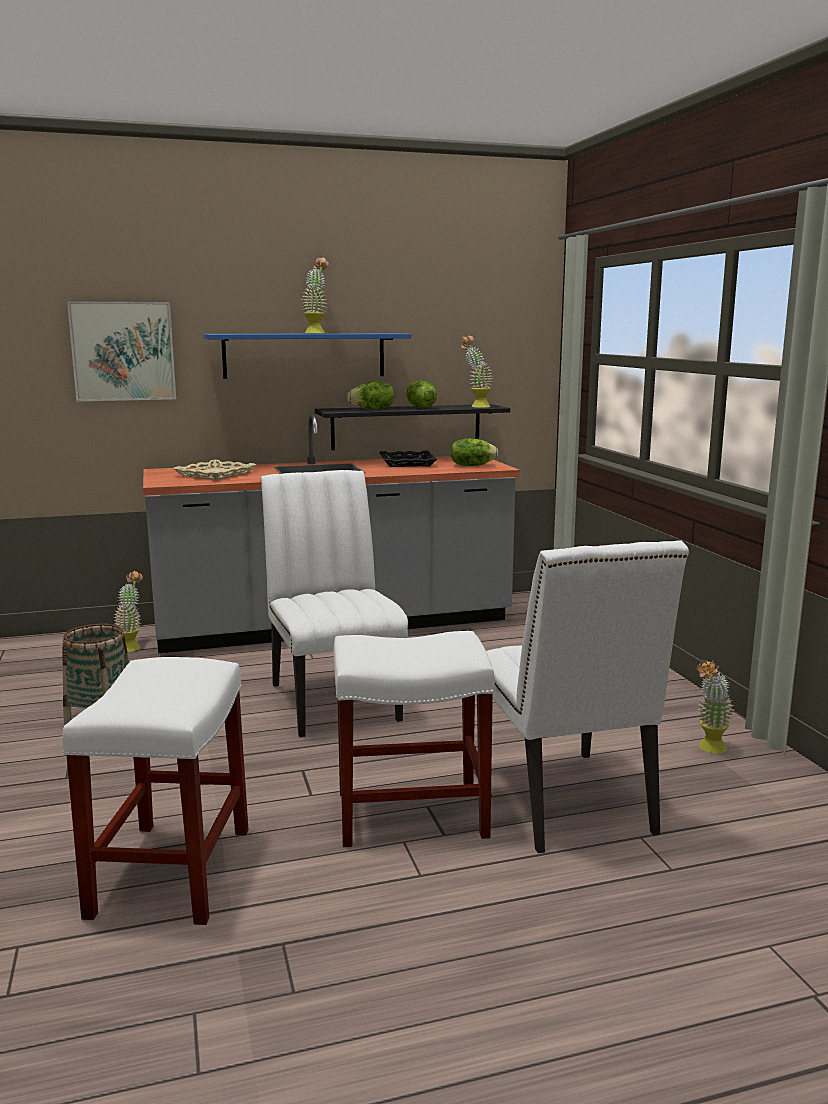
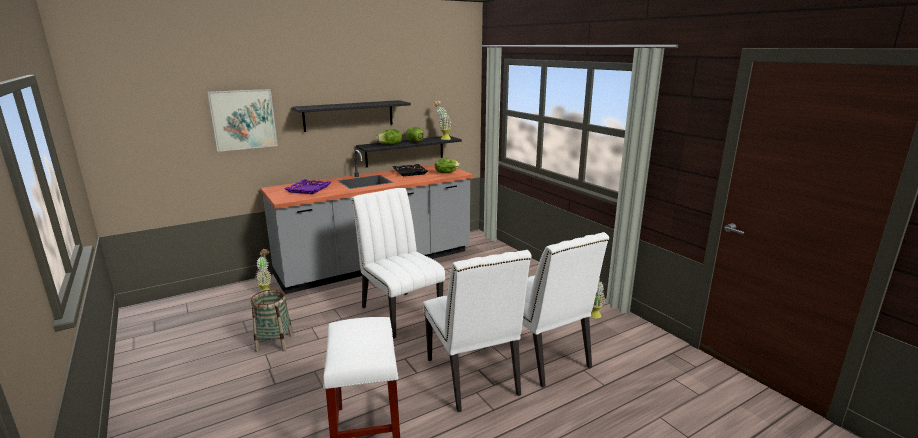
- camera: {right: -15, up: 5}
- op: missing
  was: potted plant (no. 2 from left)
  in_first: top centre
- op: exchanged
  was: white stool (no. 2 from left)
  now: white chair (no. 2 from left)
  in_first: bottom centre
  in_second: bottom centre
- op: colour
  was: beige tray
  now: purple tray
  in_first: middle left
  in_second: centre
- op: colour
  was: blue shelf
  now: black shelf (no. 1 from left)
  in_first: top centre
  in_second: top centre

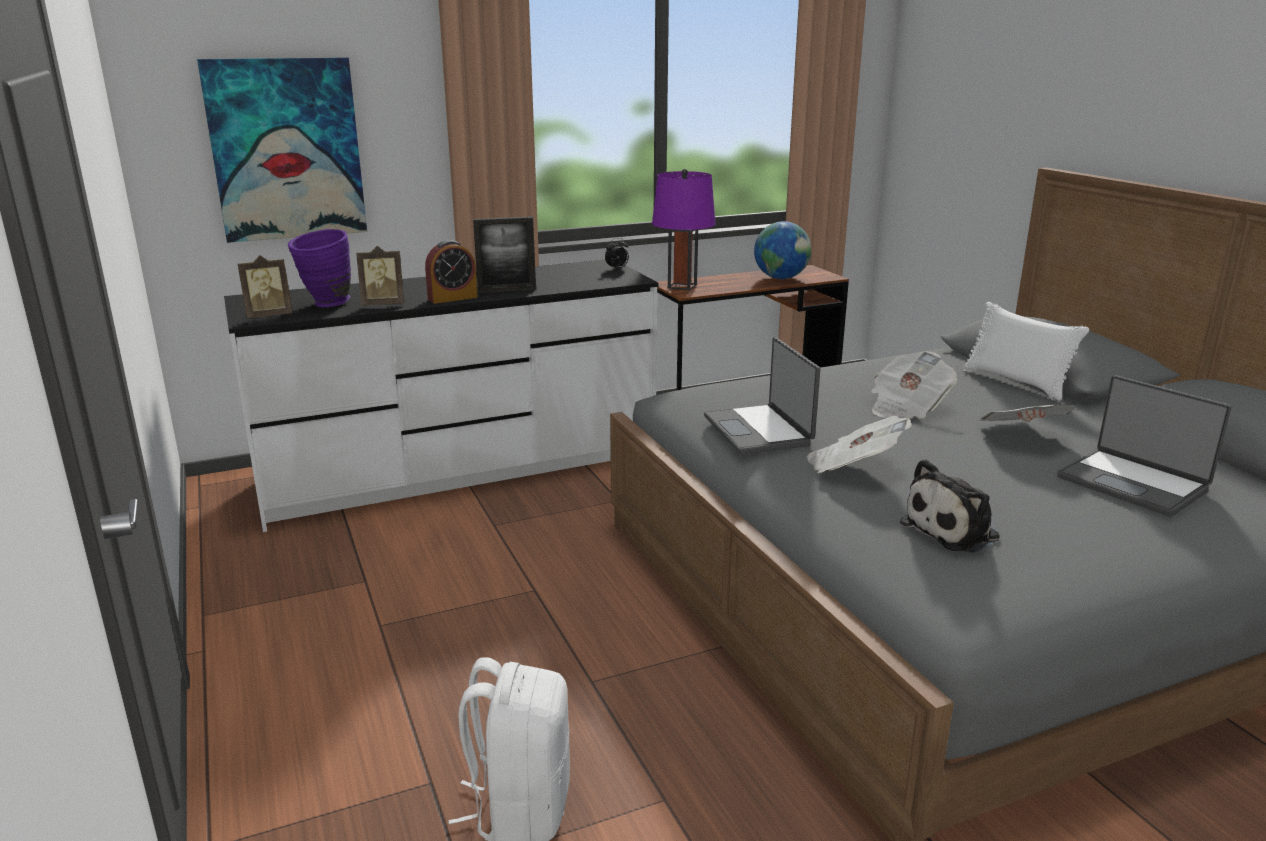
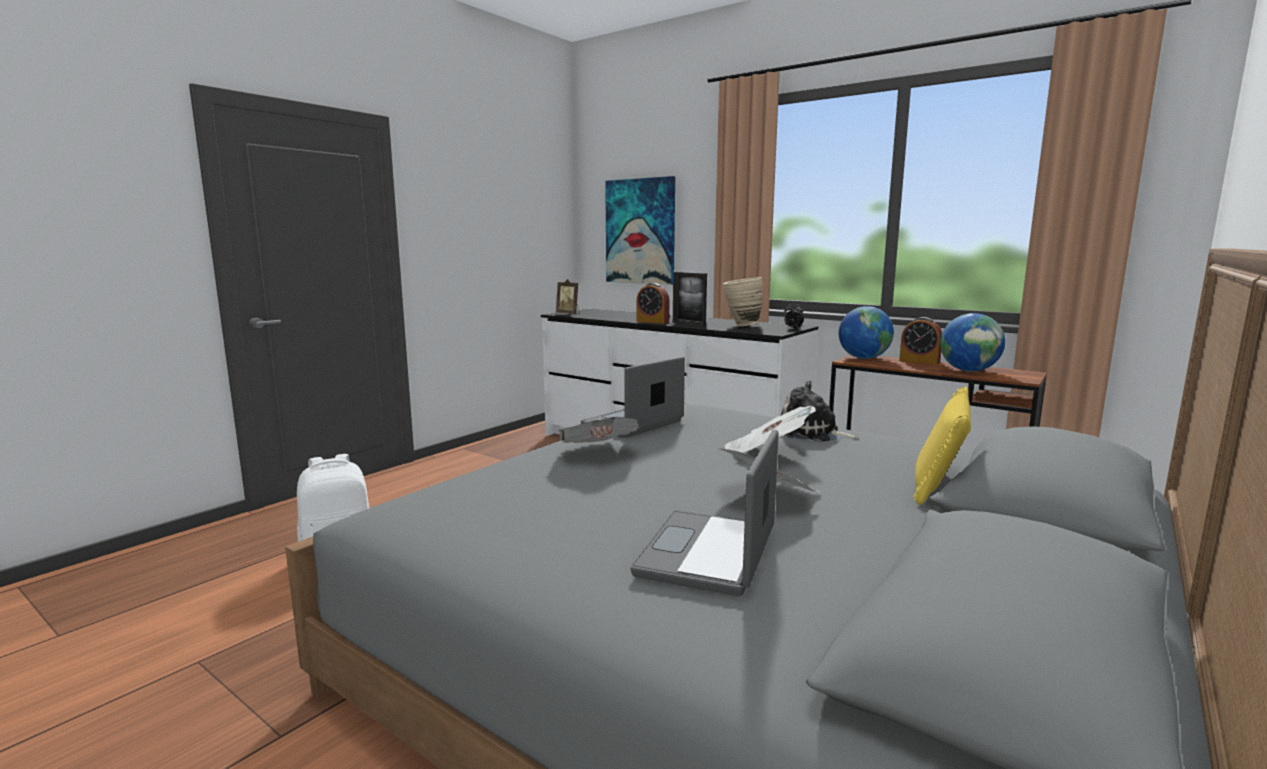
- camera: {right: 60, up: -10}
- op: missing
  was: purple vase
  in_first: top left
- op: missing
  was: picture frame (no. 2 from left)
  in_first: top left
- op: appeared
  now: beige vase
  in_second: centre
- op: appeared
  now: alarm clock (no. 3 from left)
  in_second: middle right
- op: relocated
  was: plush toy
  in_first: middle right
  in_second: centre
- op: exchanged
  was: purple table lamp
  now: globe (no. 1 from left)
  in_first: top centre
  in_second: middle right
- op: colour
  was: white pillow
  now: yellow pillow
  in_first: middle right
  in_second: middle right

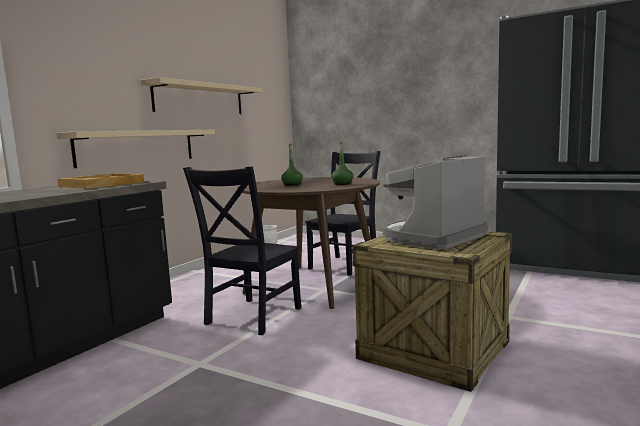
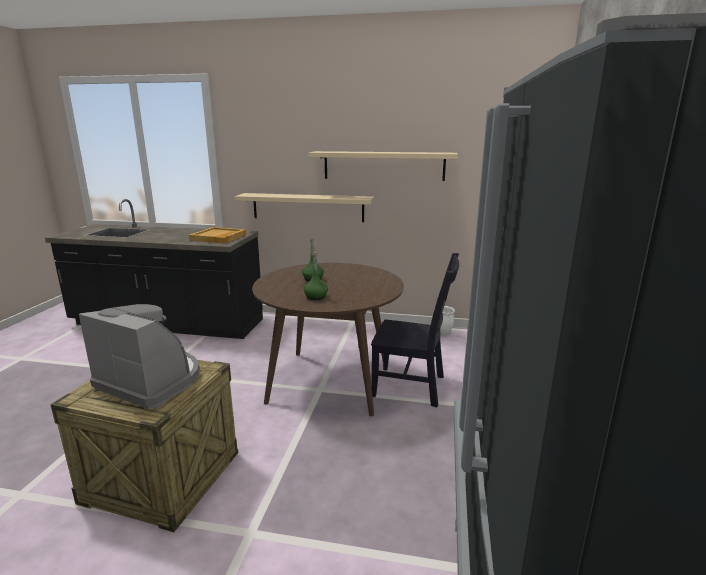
- camera: {right: 70, up: 10}
- op: missing
  was: black chair (no. 1 from left)
  in_first: centre

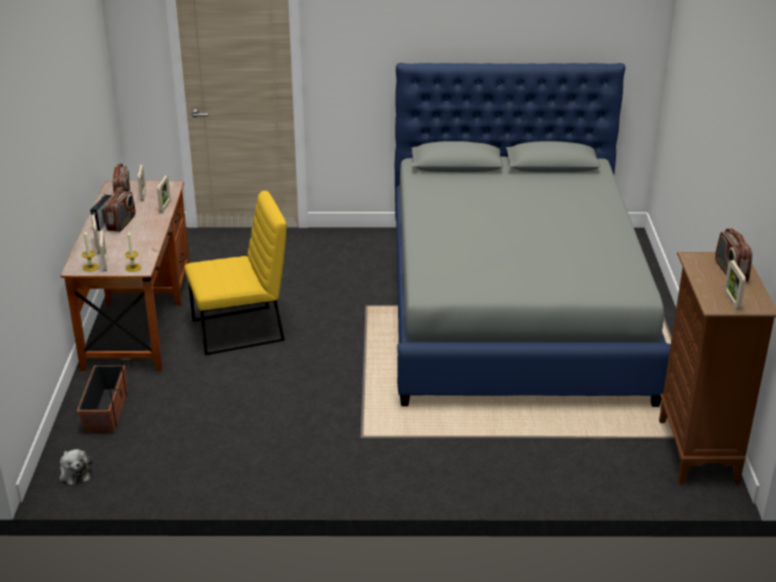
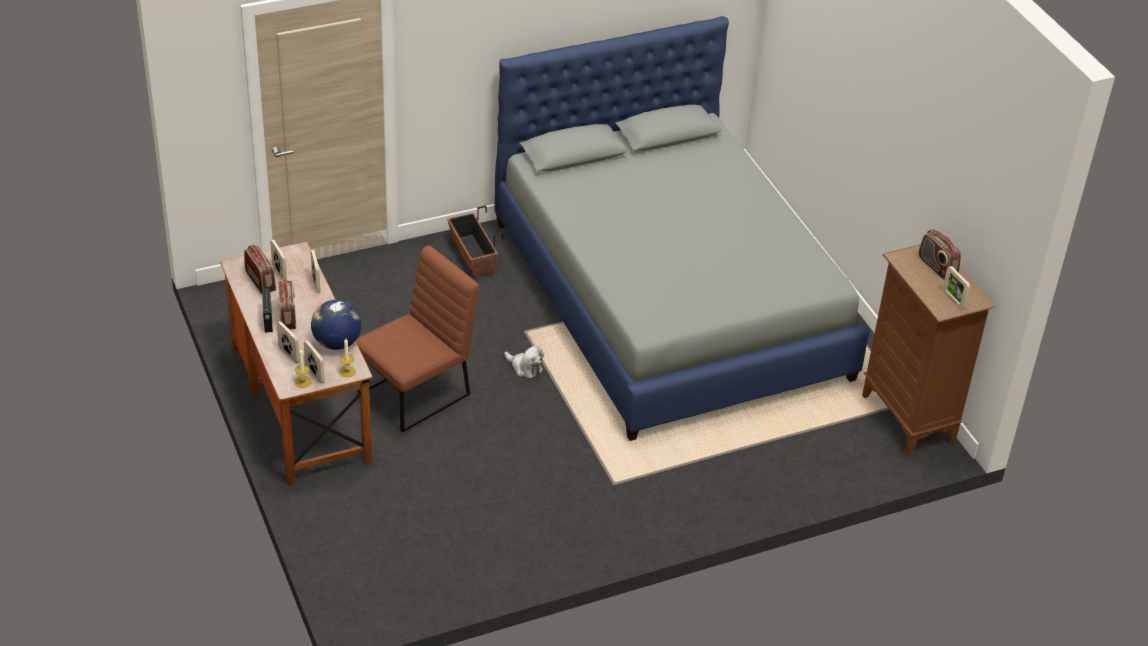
- camera: {right: -25, up: 10}
- op: appeared
  now: globe
  in_second: middle left
- op: relocated
  was: plush toy
  in_first: bottom left
  in_second: centre
- op: relocated
  was: planter
  in_first: bottom left
  in_second: centre
- op: colour
  was: yellow chair
  now: brown chair
  in_first: middle left
  in_second: centre

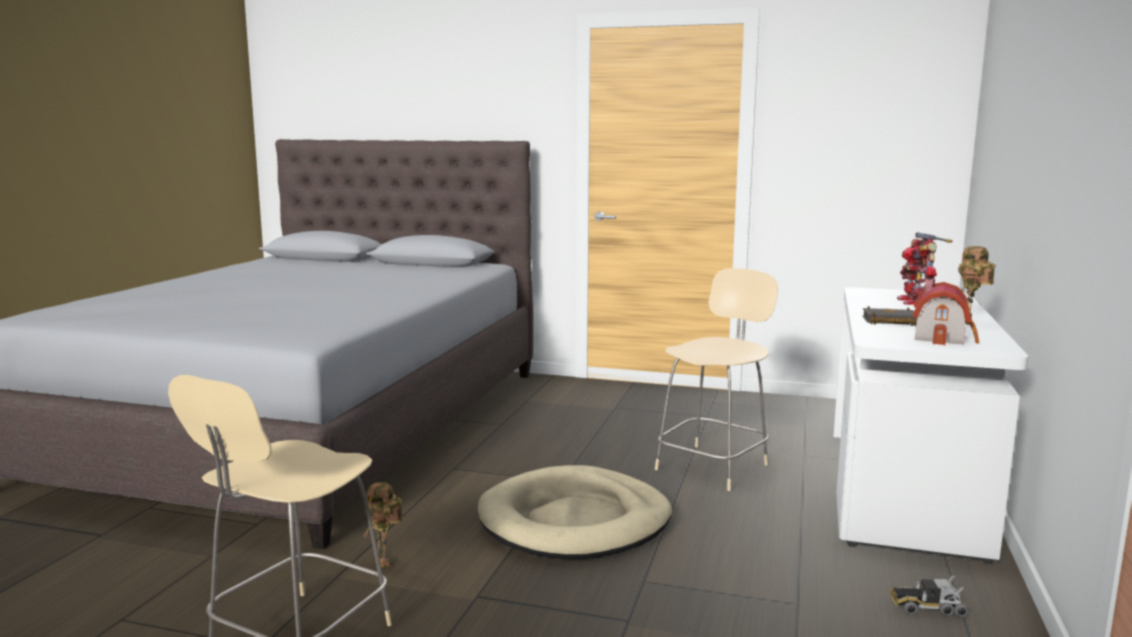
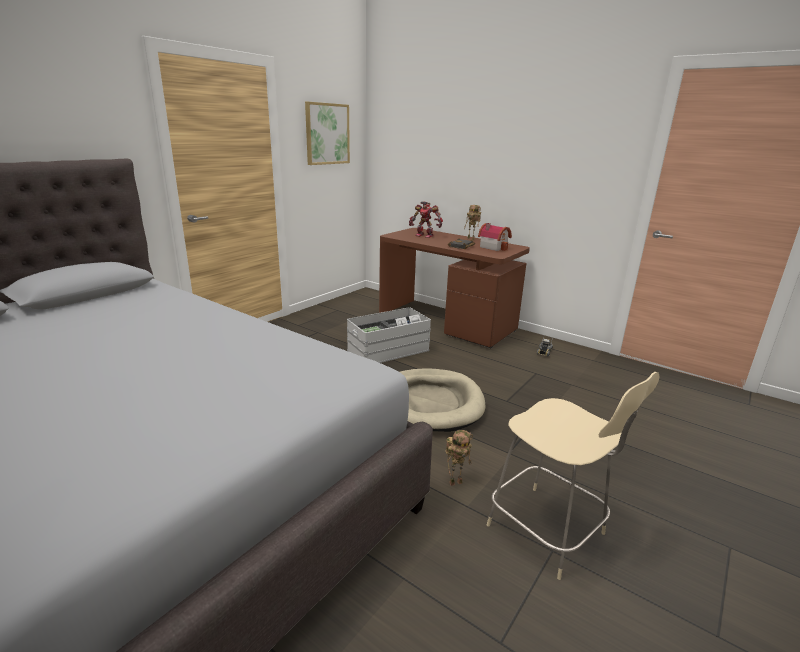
- camera: {right: -70, up: 10}
- op: appeared
  now: picture
  in_second: top centre
- op: exchanged
  was: beige chair (no. 2 from left)
  now: grey storage box
  in_first: centre
  in_second: centre
- op: colour
  was: white desk
  now: brown desk
  in_first: bottom right
  in_second: centre

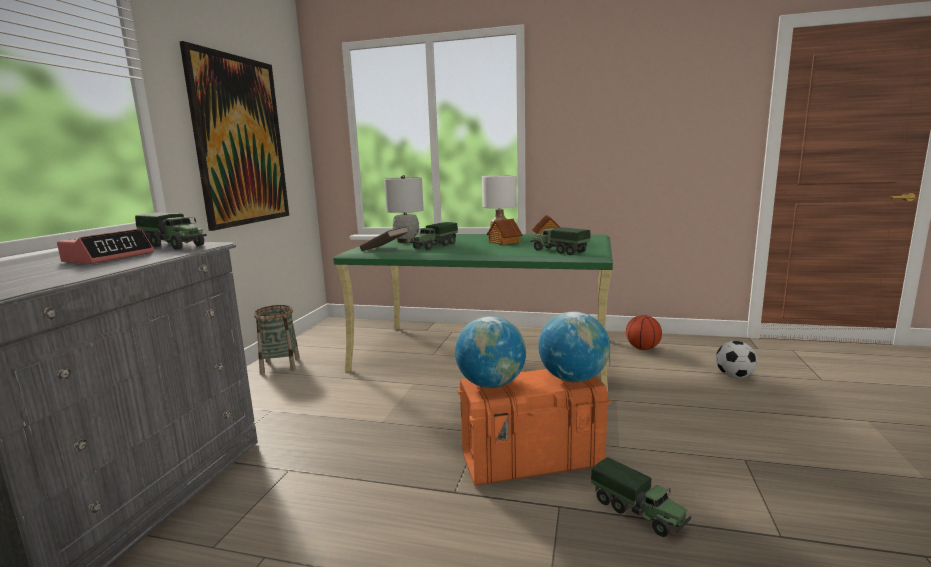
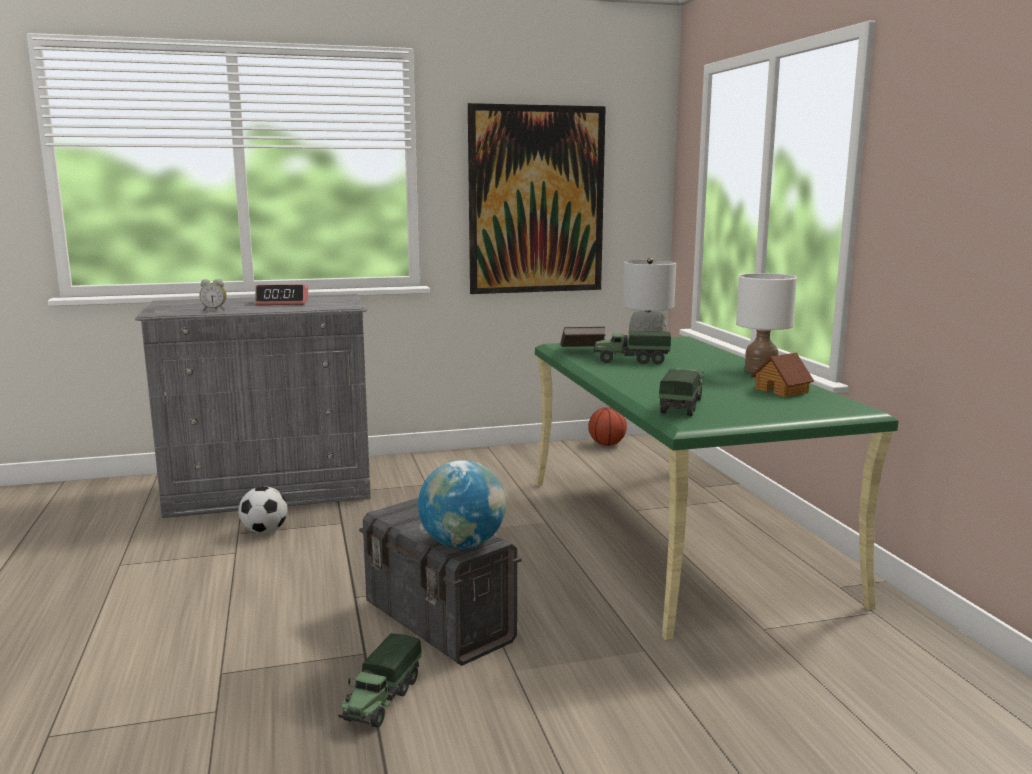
- camera: {right: 60, up: 0}
- op: missing
  was: toy truck (no. 1 from left)
  in_first: middle left
- op: missing
  was: basket
  in_first: middle left
- op: missing
  was: globe (no. 1 from left)
  in_first: centre
- op: missing
  was: toy house (no. 1 from left)
  in_first: centre
- op: appeared
  now: alarm clock (no. 1 from left)
  in_second: middle left
- op: relocated
  was: basketball
  in_first: middle right
  in_second: centre
- op: relocated
  was: football
  in_first: middle right
  in_second: middle left
- op: colour
  was: orange storage box
  now: grey storage box
  in_first: bottom centre
  in_second: bottom centre

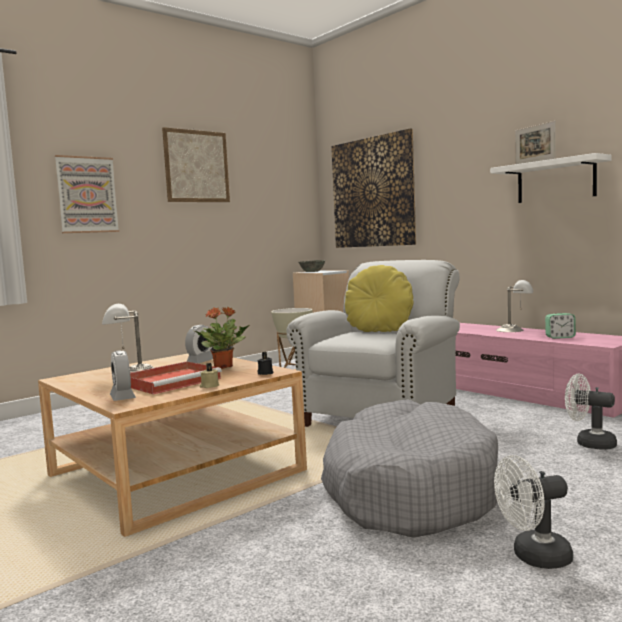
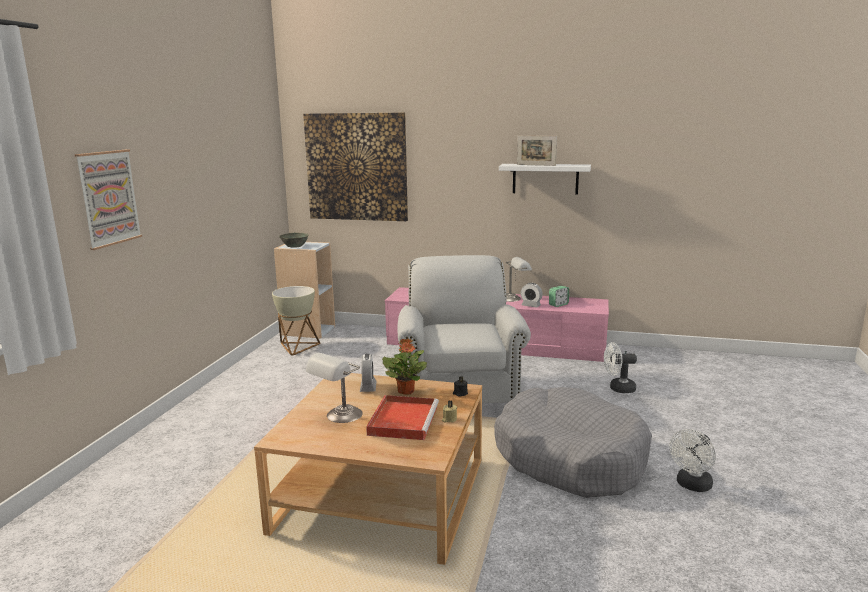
- camera: {right: -35, up: 10}
- op: missing
  was: picture (no. 2 from left)
  in_first: top left
- op: missing
  was: yellow pillow
  in_first: centre
- op: relocated
  was: alarm clock (no. 1 from left in the first image)
  now: alarm clock (no. 2 from left)
  in_first: middle left
  in_second: centre

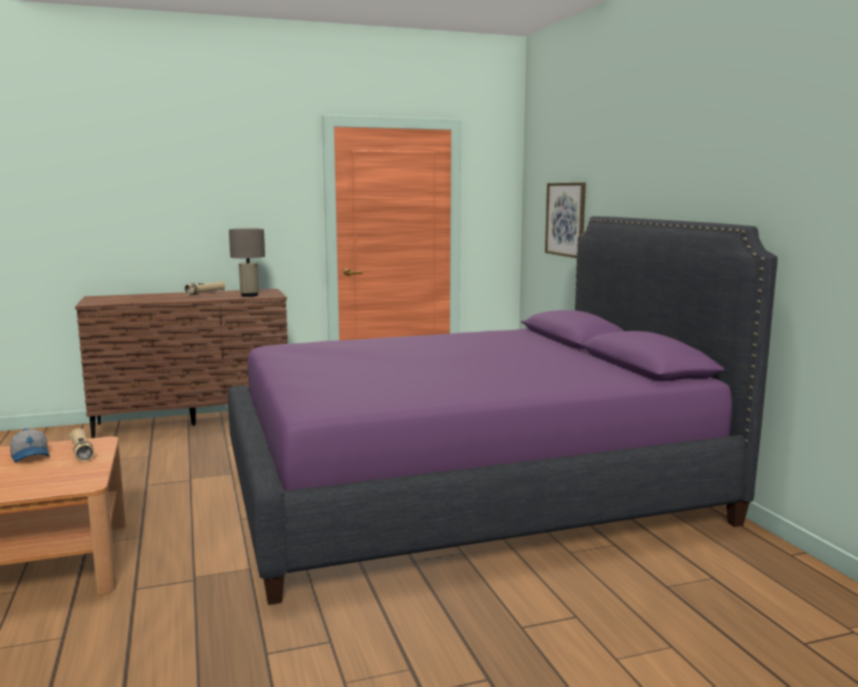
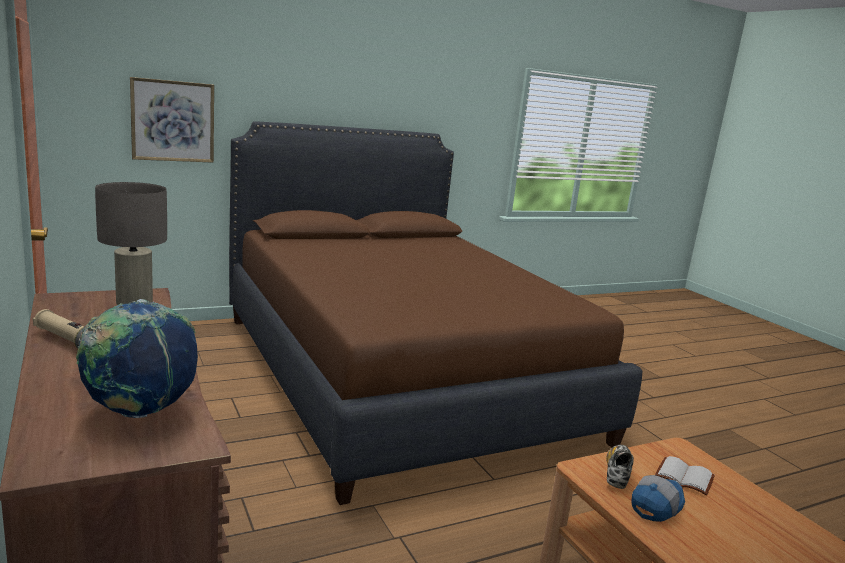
- camera: {right: -100, up: 5}
- op: appeared
  now: globe
  in_second: middle left
- op: appeared
  now: white book
  in_second: bottom right
- op: exchanged
  was: beige flashlight (no. 1 from left)
  now: shoe
  in_first: middle left
  in_second: bottom right
- op: colour
  was: purple bed
  now: brown bed
  in_first: centre
  in_second: centre

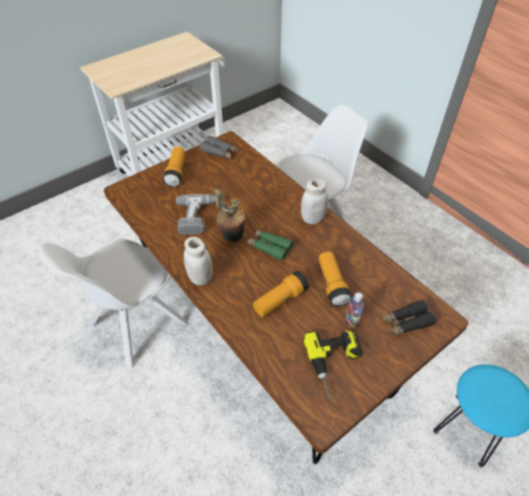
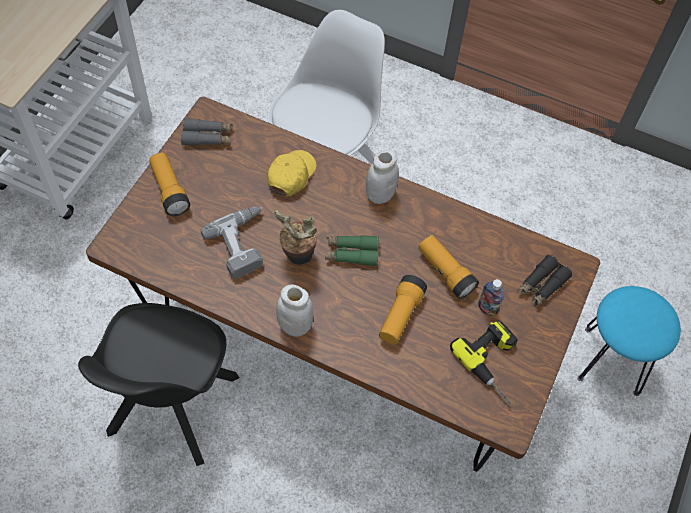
- camera: {right: -30, up: 10}
- op: appeared
  now: yellow cap
  in_second: centre
- op: colour
  was: white chair (no. 1 from left)
  now: black chair
  in_first: middle left
  in_second: bottom left

